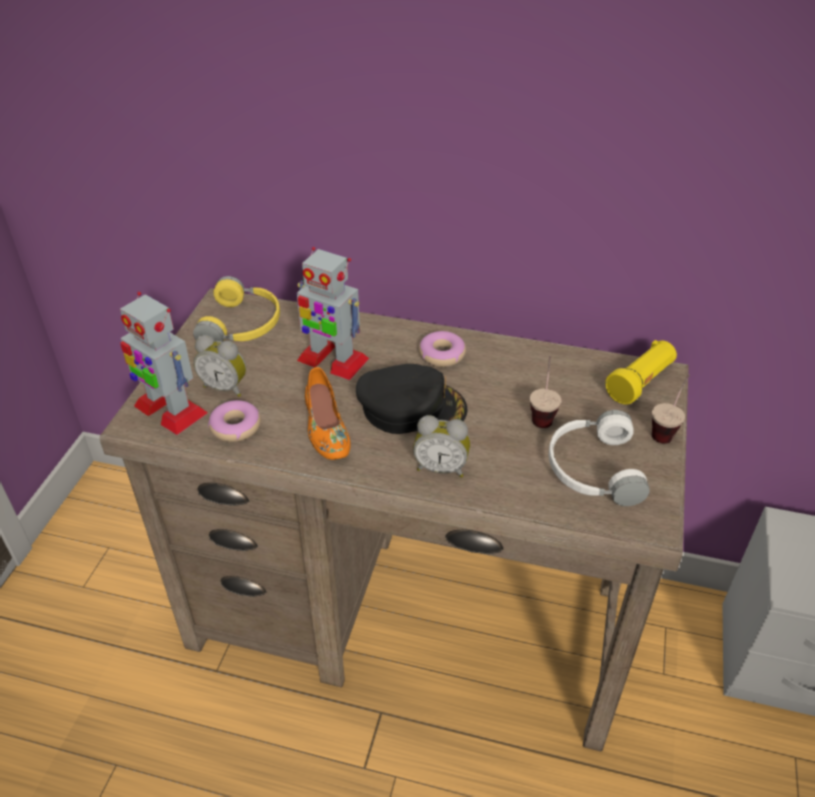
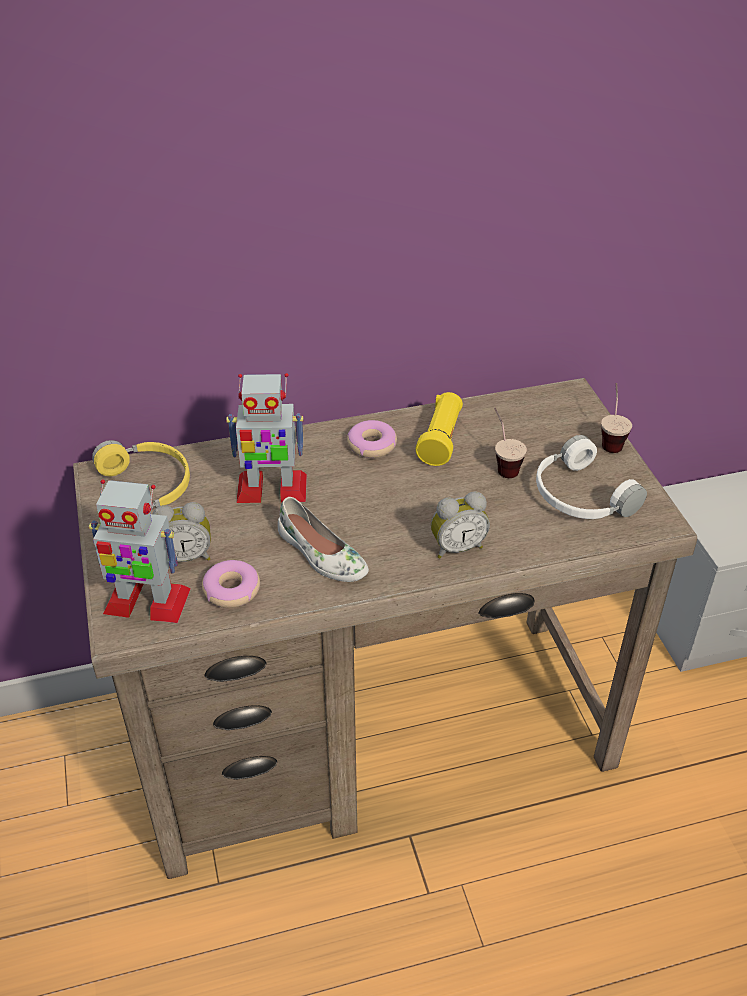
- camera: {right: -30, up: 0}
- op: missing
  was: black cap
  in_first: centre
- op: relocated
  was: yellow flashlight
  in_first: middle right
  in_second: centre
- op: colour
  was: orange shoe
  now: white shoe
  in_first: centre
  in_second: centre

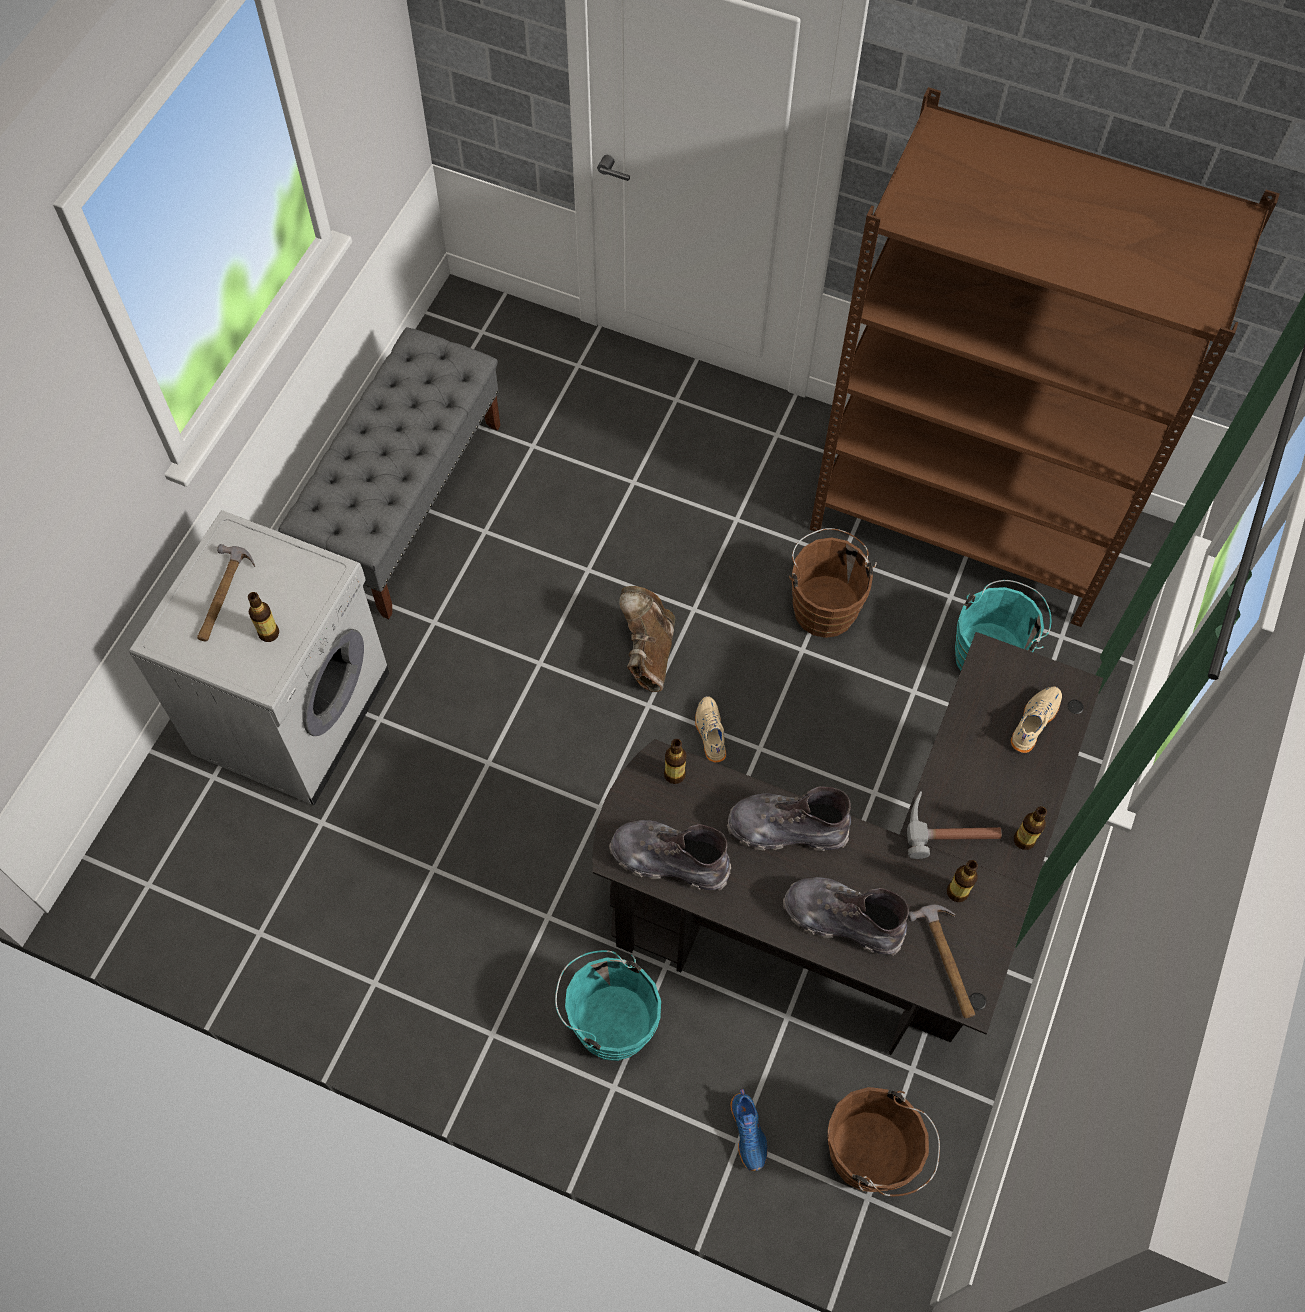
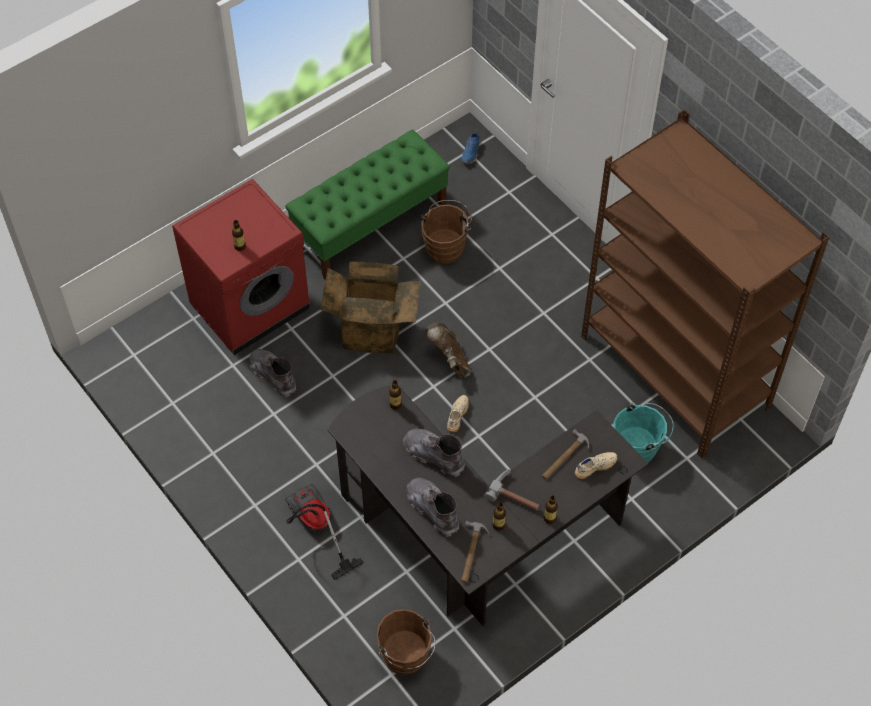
- camera: {right: 30, up: -5}
- op: appeared
  now: cardboard box
  in_second: centre
- op: relocated
  was: hammer (no. 1 from left in the first image)
  now: hammer (no. 3 from left)
  in_first: middle left
  in_second: centre
- op: relocated
  was: grey boot (no. 1 from left)
  in_first: centre
  in_second: middle left
- op: relocated
  was: blue shoe
  in_first: bottom centre
  in_second: top centre
- op: relocated
  was: brown bucket (no. 1 from left in the first image)
  now: brown bucket (no. 2 from left)
  in_first: centre
  in_second: top centre
- op: exchanged
  was: turquoise bucket (no. 1 from left)
  now: vacuum cleaner
  in_first: bottom centre
  in_second: bottom centre
- op: colour
  was: white washing machine
  now: red washing machine
  in_first: middle left
  in_second: middle left
- op: colour
  was: grey bench
  now: green bench
  in_first: middle left
  in_second: top centre
- op: spun
  was: brown boot
  in_first: centre
  in_second: centre
  clockwise: -60

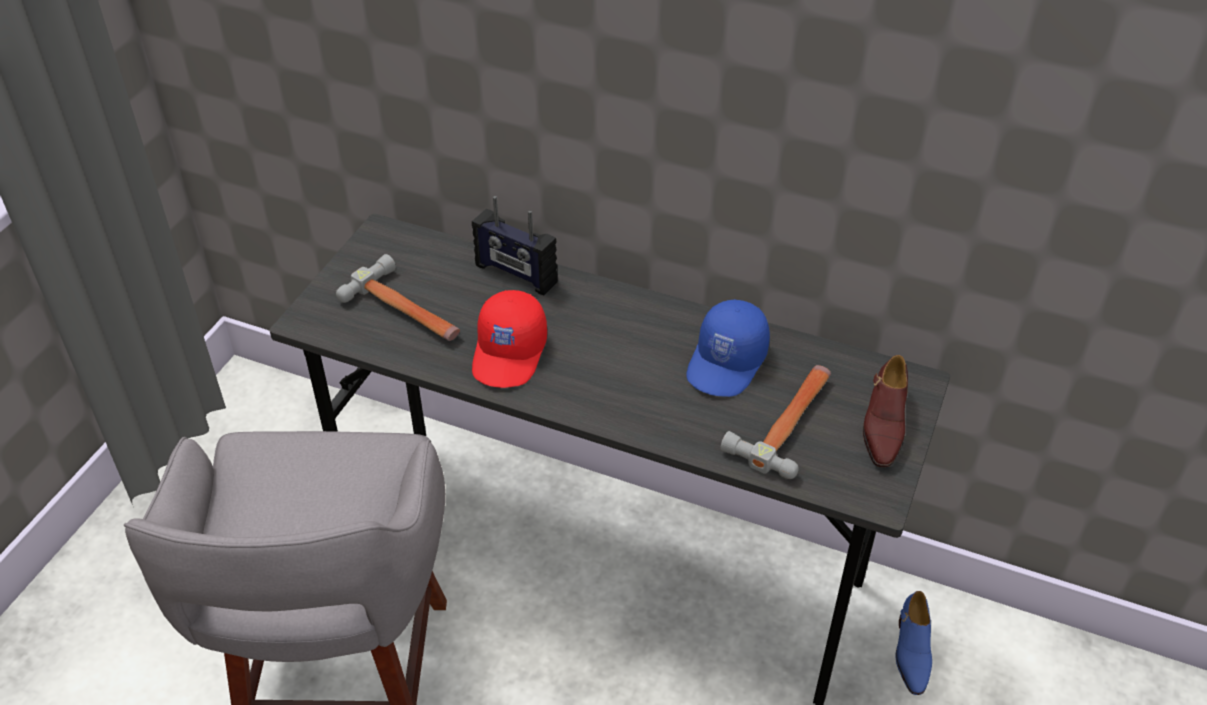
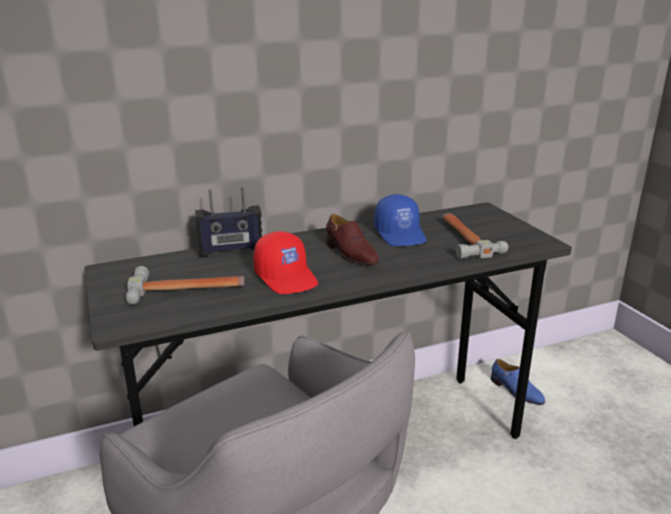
- camera: {right: -45, up: -20}
- op: relocated
  was: brown shoe
  in_first: middle right
  in_second: centre

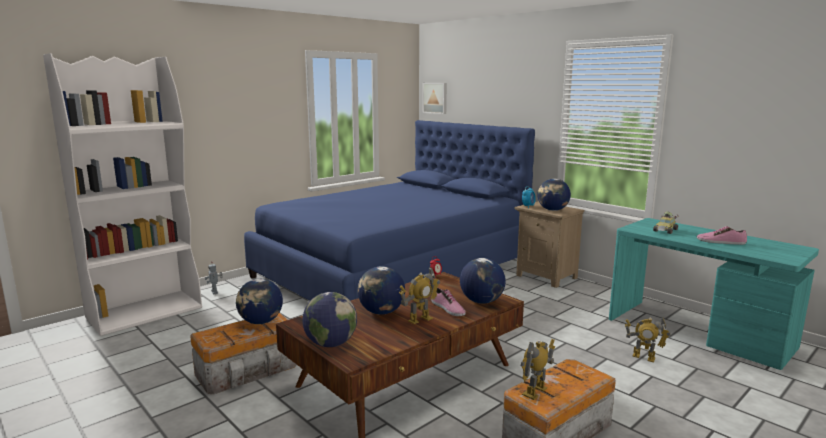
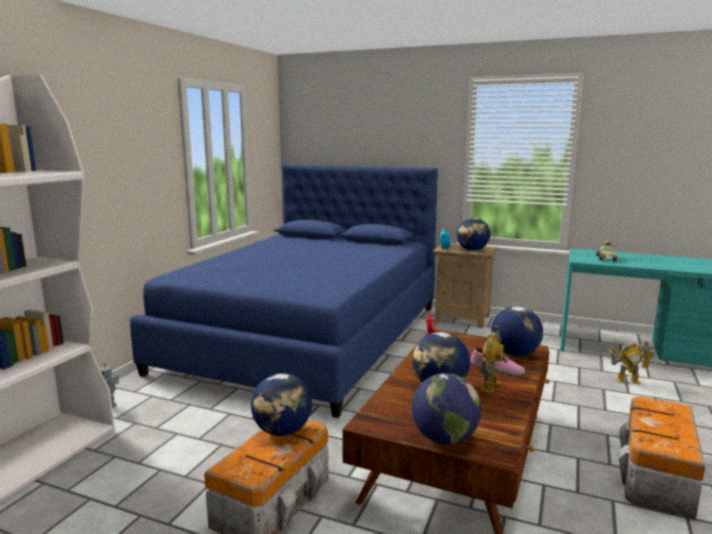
- camera: {right: -25, up: 0}
- op: missing
  was: picture
  in_first: top centre
- op: missing
  was: toy robot (no. 3 from left)
  in_first: bottom centre
- op: missing
  was: shoe (no. 2 from left)
  in_first: middle right

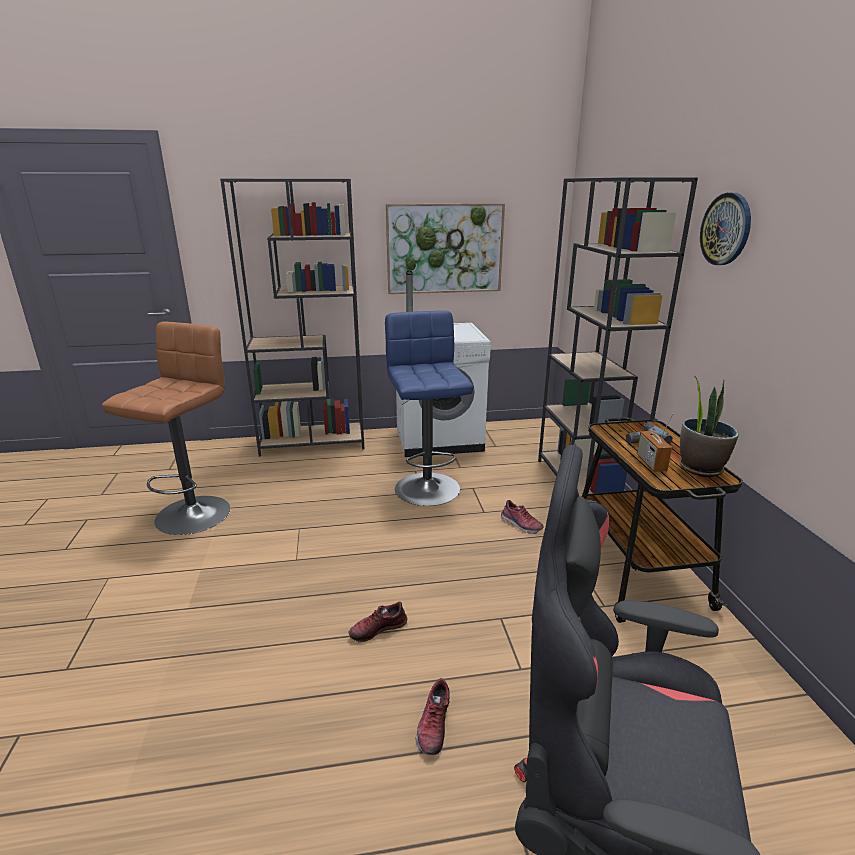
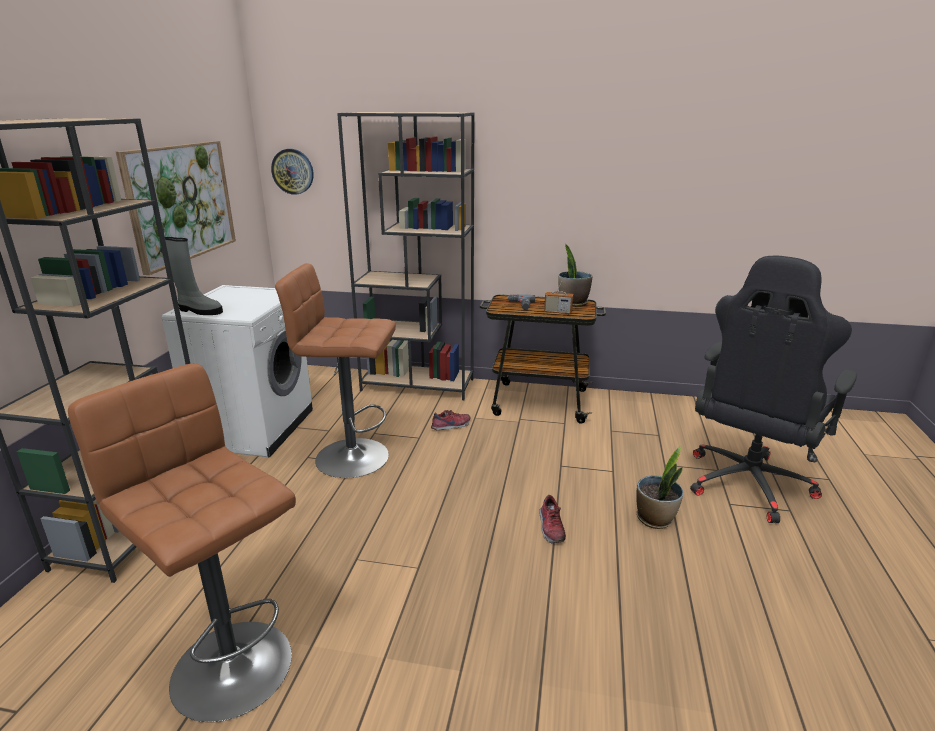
- camera: {right: -70, up: 0}
- op: relocated
  was: wall clock
  in_first: top right
  in_second: top left
- op: exchanged
  was: shoe (no. 2 from left)
  now: potted plant (no. 2 from left)
  in_first: bottom centre
  in_second: bottom right
- op: colour
  was: blue stool
  now: brown stool (no. 2 from left)
  in_first: centre
  in_second: centre

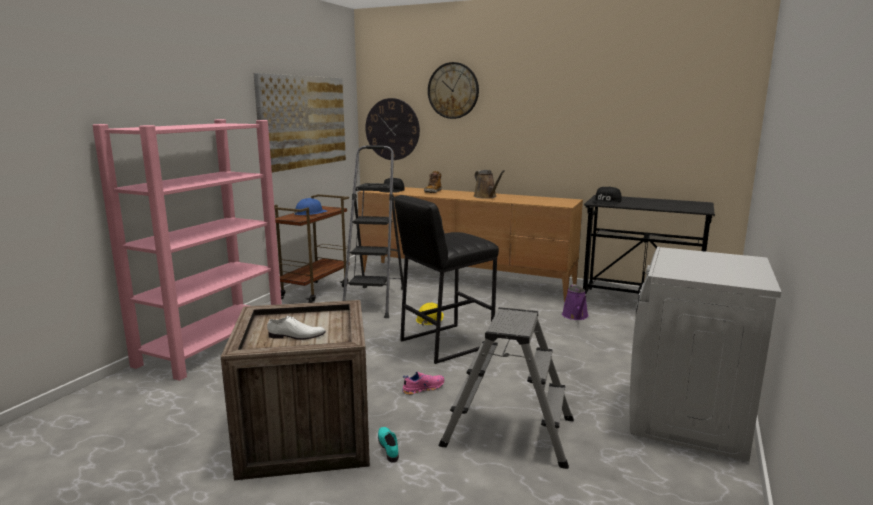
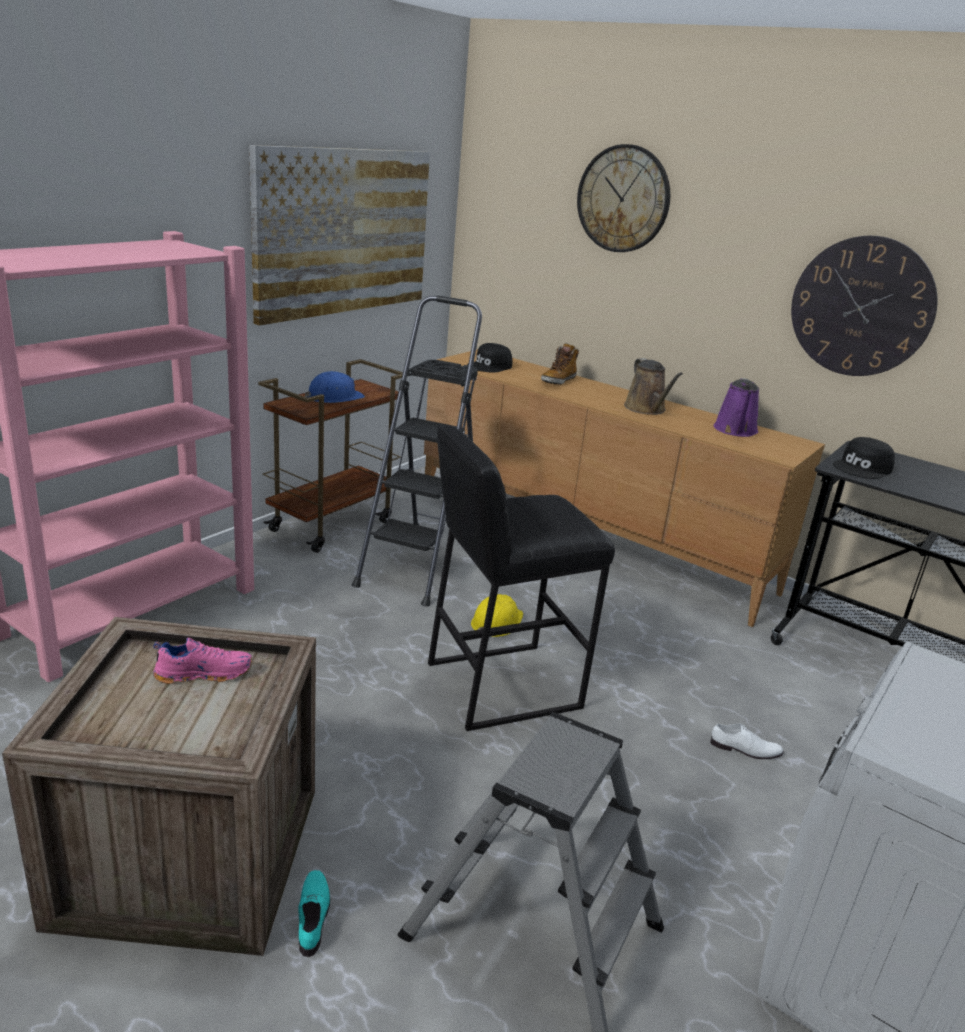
- camera: {right: 10, up: 10}
- op: relocated
  was: white shoe
  in_first: centre
  in_second: bottom right
- op: relocated
  was: wall clock (no. 1 from left in the first image)
  now: wall clock (no. 2 from left)
  in_first: top centre
  in_second: top right
- op: relocated
  was: pink shoe
  in_first: bottom centre
  in_second: middle left
- op: relocated
  was: purple watering can
  in_first: centre
  in_second: middle right

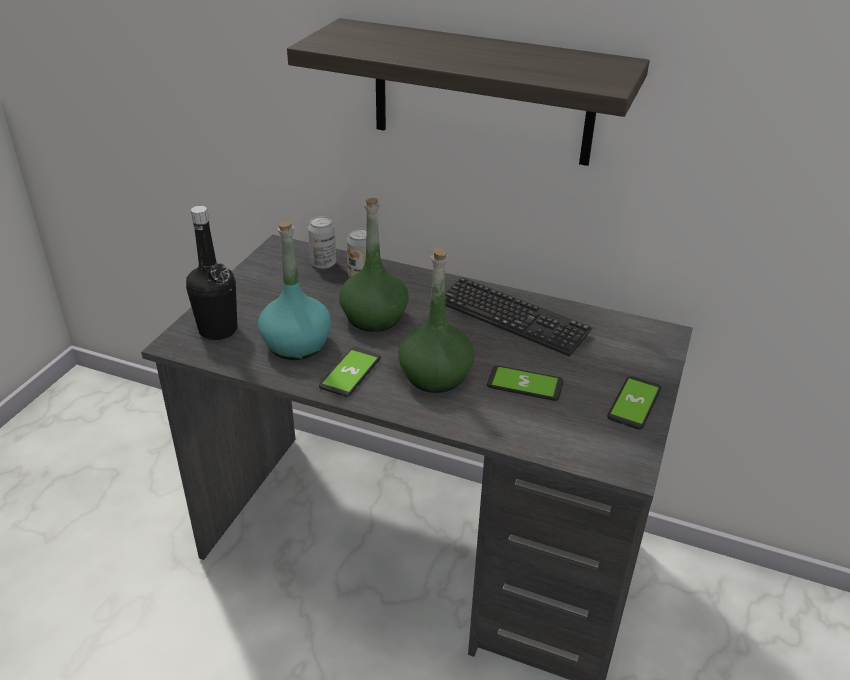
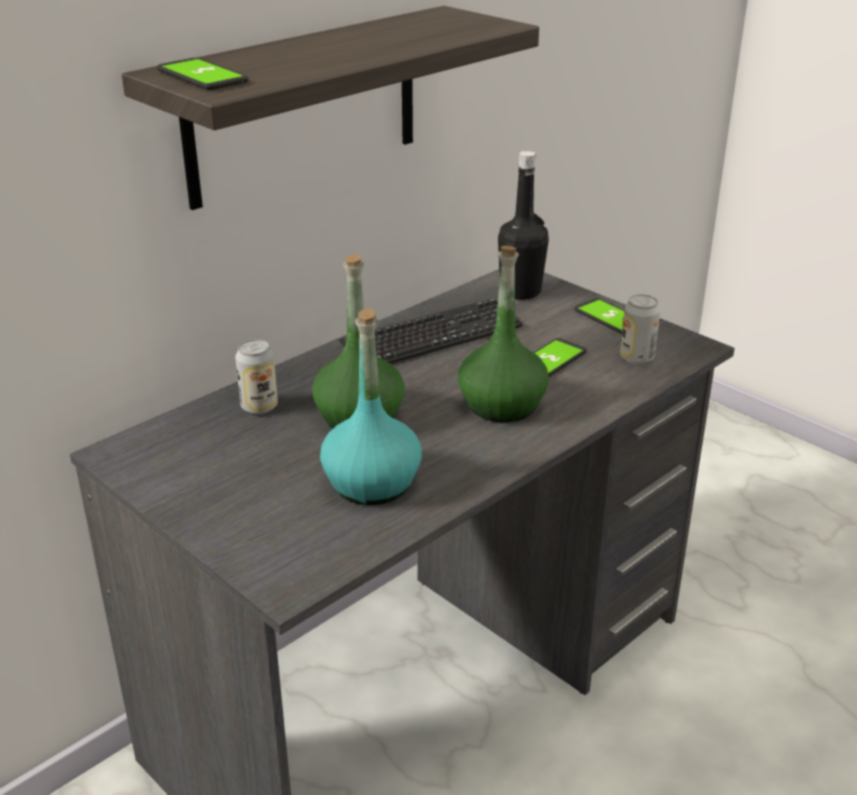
- camera: {right: -65, up: -5}
- op: relocated
  was: black bottle
  in_first: middle left
  in_second: top centre
- op: relocated
  was: can (no. 1 from left in the first image)
  now: can (no. 2 from left)
  in_first: centre
  in_second: middle right
- op: relocated
  was: phone (no. 1 from left)
  in_first: centre
  in_second: top left

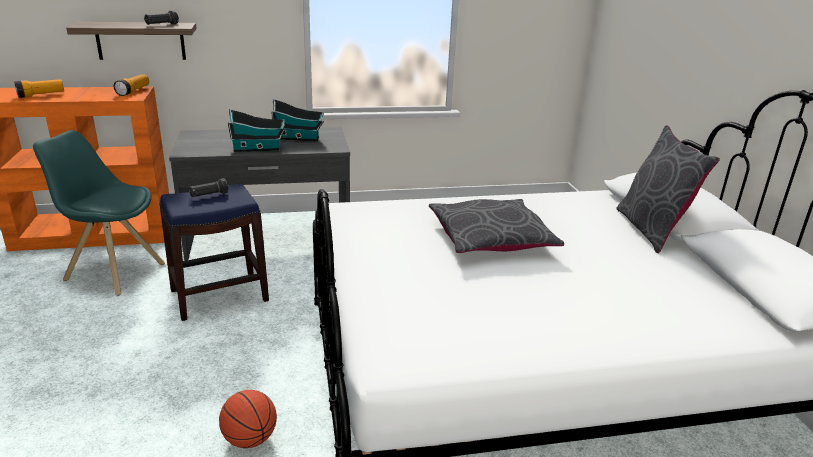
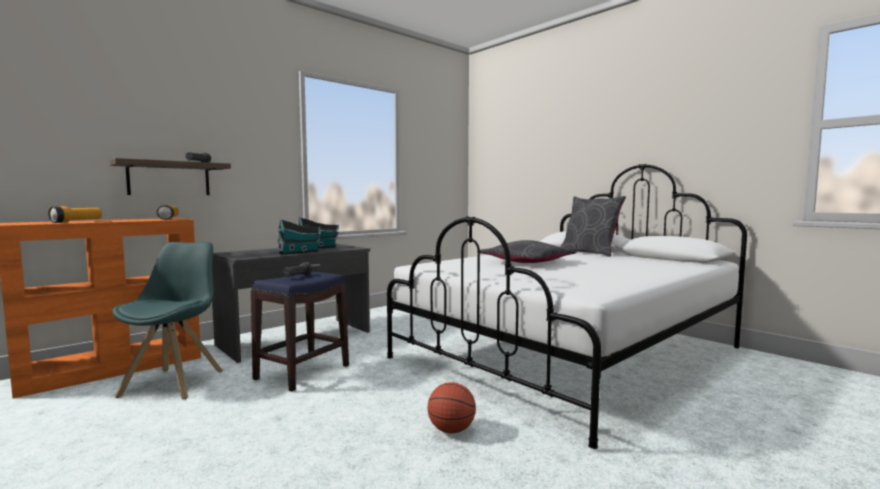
- camera: {right: -30, up: -20}
- op: spun
  was: turquoise chair
  in_first: middle left
  in_second: middle left
  clockwise: 105

